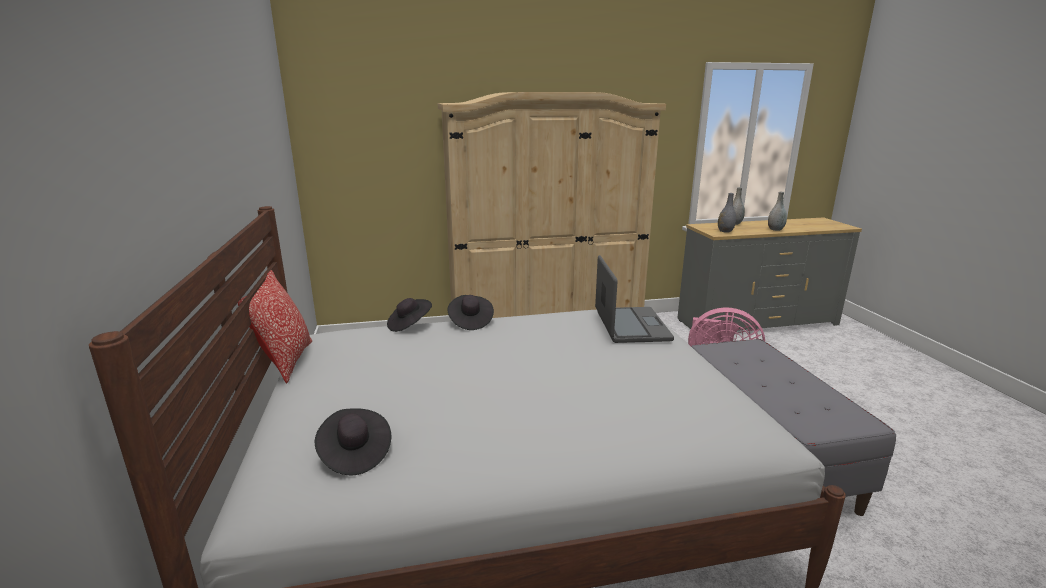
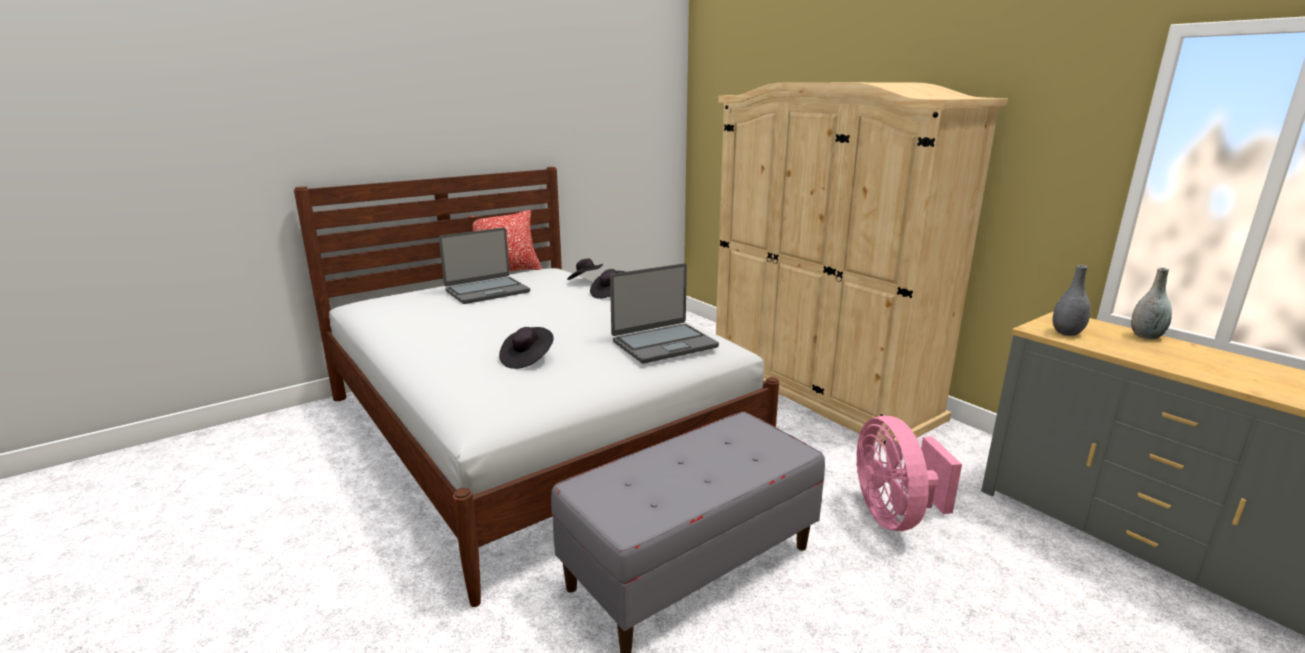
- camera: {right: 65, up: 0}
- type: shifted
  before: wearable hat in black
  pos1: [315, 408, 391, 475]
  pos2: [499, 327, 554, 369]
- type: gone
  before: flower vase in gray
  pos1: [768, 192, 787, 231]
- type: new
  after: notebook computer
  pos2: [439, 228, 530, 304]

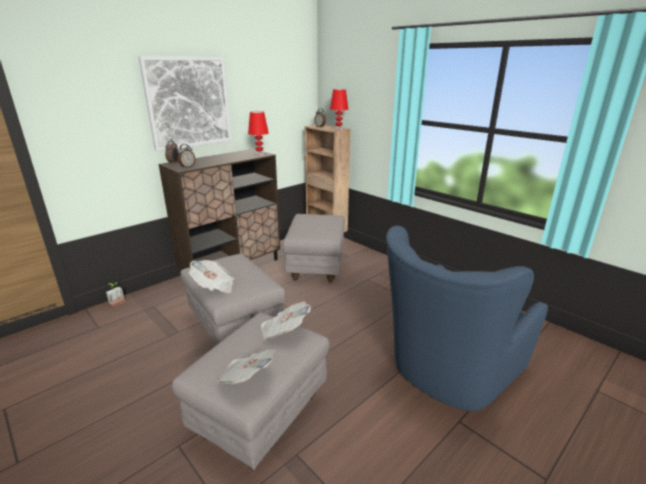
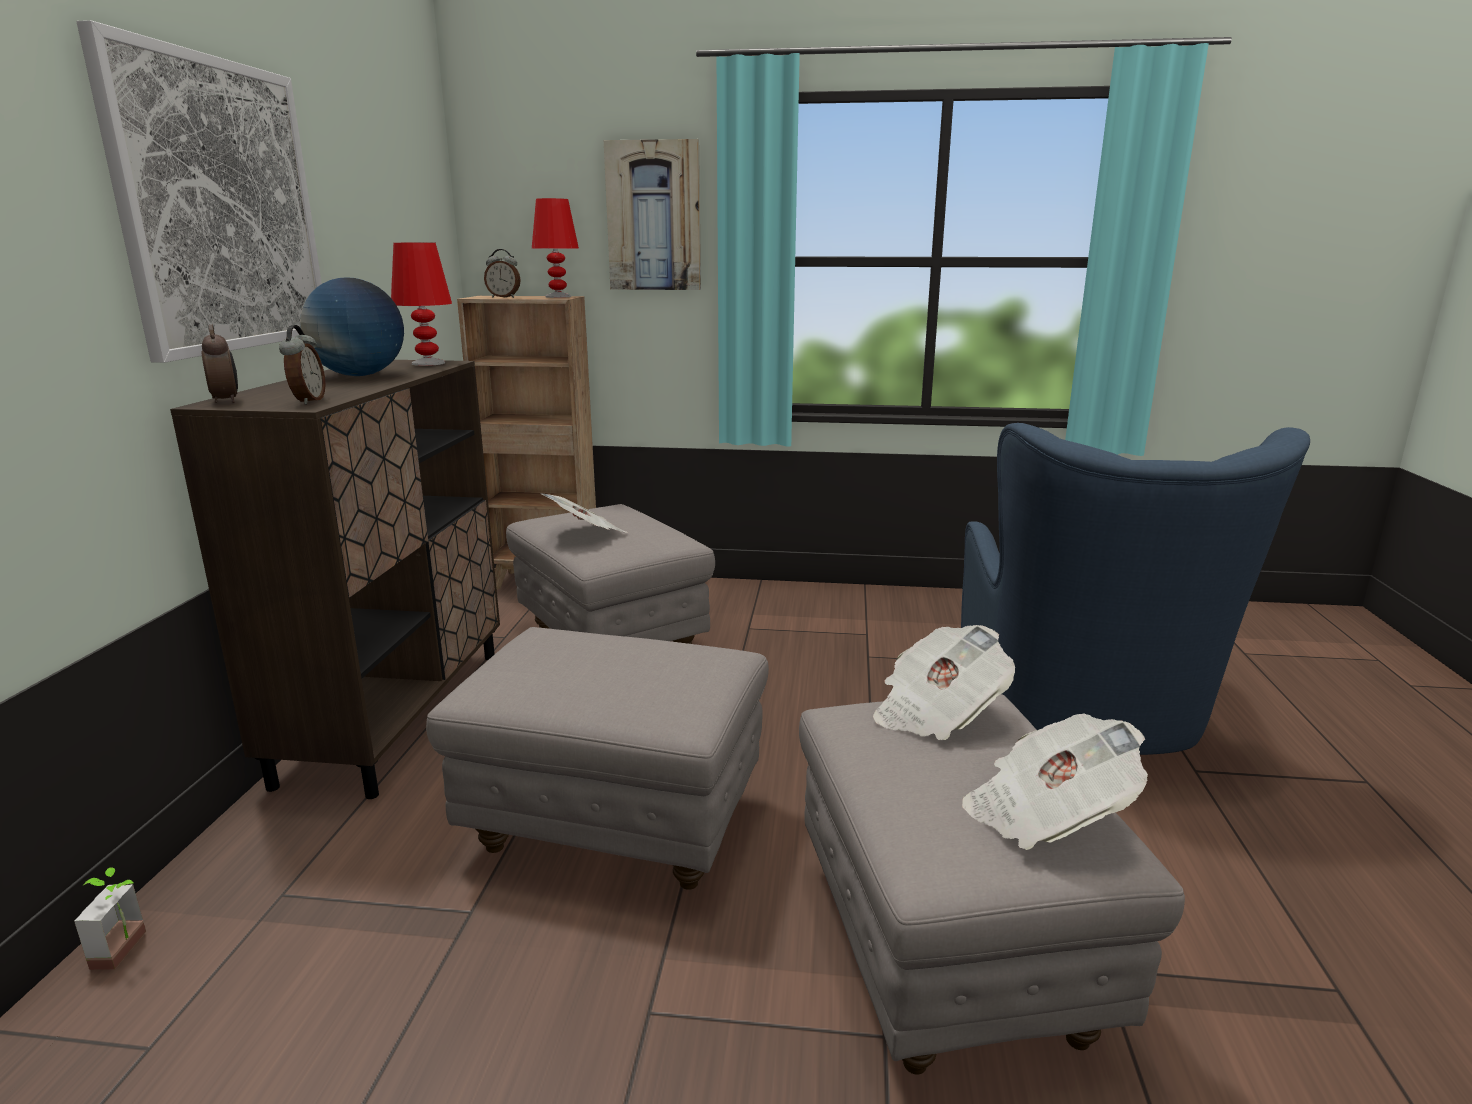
- camera: {right: -40, up: -5}
- type: shifted
  before: printed paper
  pos1: [189, 260, 234, 293]
  pos2: [539, 493, 629, 533]
- type: new
  after: desk globe
  pos2: [300, 277, 404, 376]
- type: new
  after: picture
  pos2: [604, 139, 701, 290]

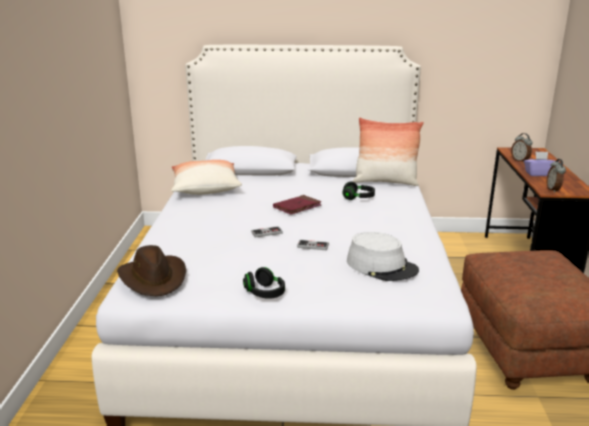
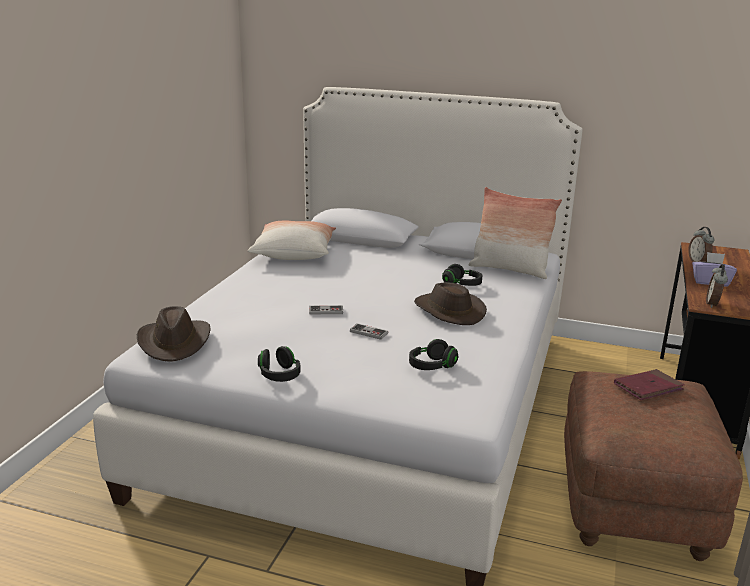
- camera: {right: 15, up: 0}
- type: shifted
  before: book in red
  pos1: [273, 195, 322, 214]
  pos2: [614, 369, 685, 400]
- type: swapped
  before: wearable hat in gray
  after: headphones in black
  pos1: [347, 232, 419, 281]
  pos2: [409, 339, 458, 370]
- type: new
  after: wearable hat in brownish
  pos2: [414, 282, 487, 325]

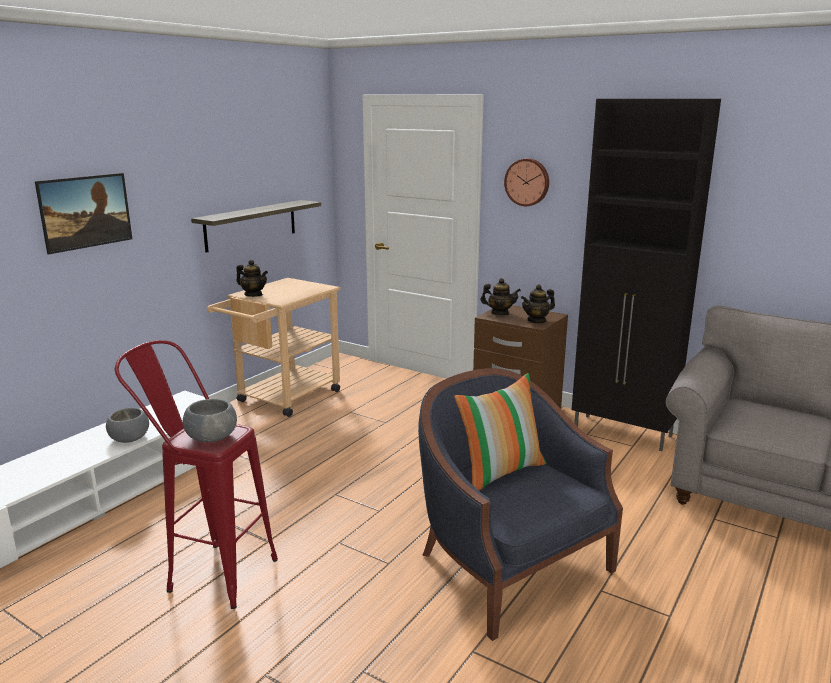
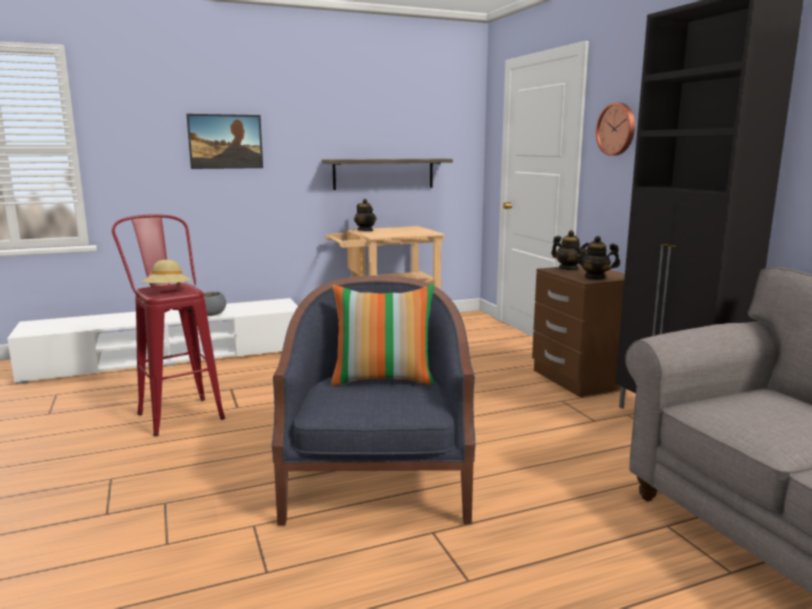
- camera: {right: 35, up: -5}
- type: swapped
  before: serving bowl in gray
  after: wearable hat in beige-coloured
  pos1: [183, 399, 237, 442]
  pos2: [142, 260, 191, 287]

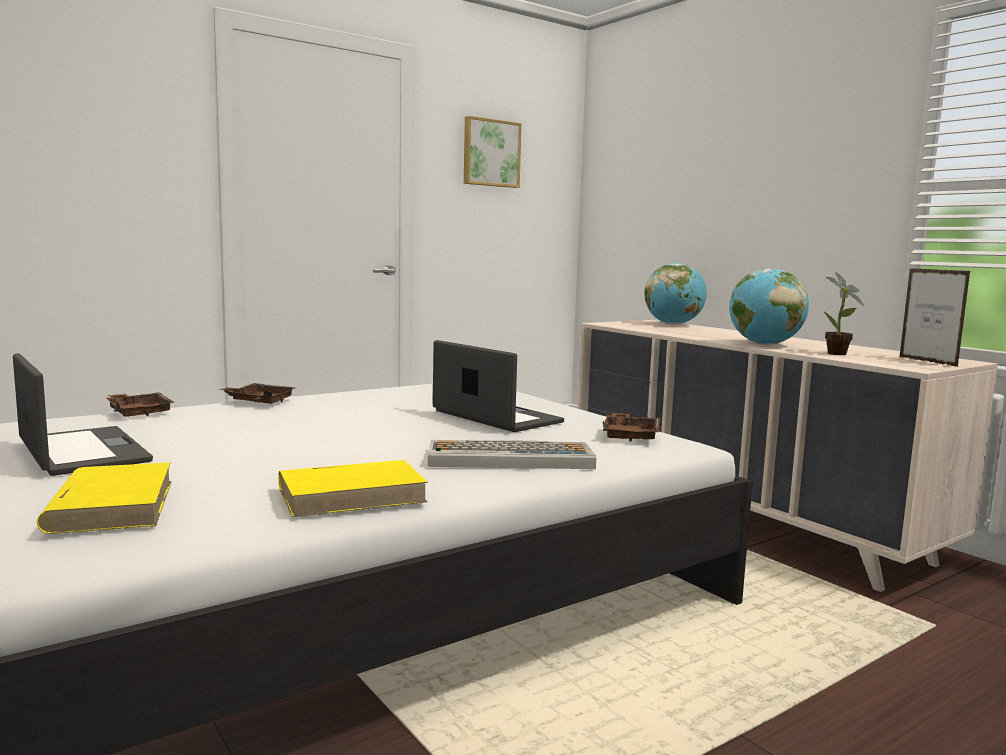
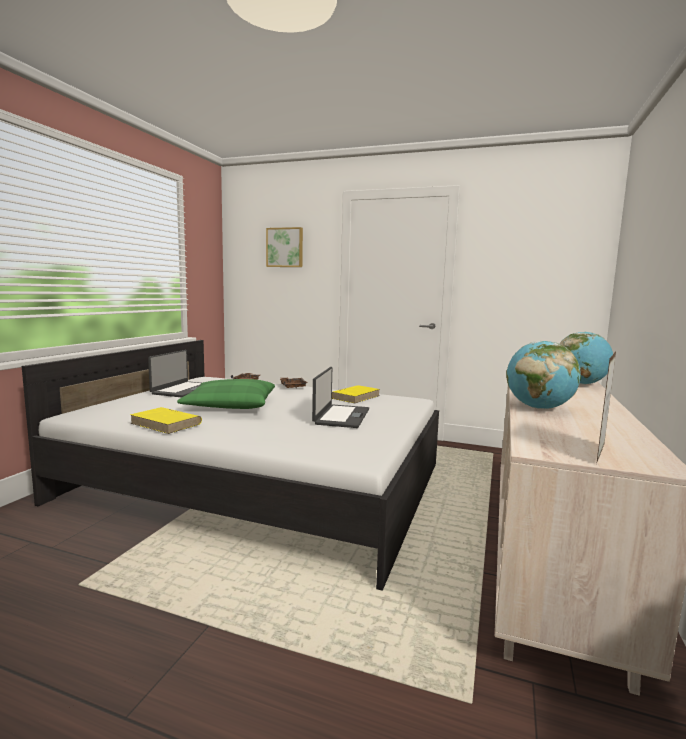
- camera: {right: 55, up: 0}
- type: shifted
  before: book in yellow-coloured
  pos1: [37, 462, 172, 534]
  pos2: [332, 385, 380, 403]
- type: gone
  before: computer keyboard
  pos1: [428, 440, 596, 469]
- type: shifted
  before: picture
  pos1: [464, 116, 522, 188]
  pos2: [266, 227, 303, 267]
- type: gone
  before: serving tray in brownish
  pos1: [603, 413, 660, 442]
- type: gone
  before: potted plant
  pos1: [824, 272, 864, 355]
- type: new
  after: throw pillow in green-coloured
  pos2: [177, 379, 275, 409]

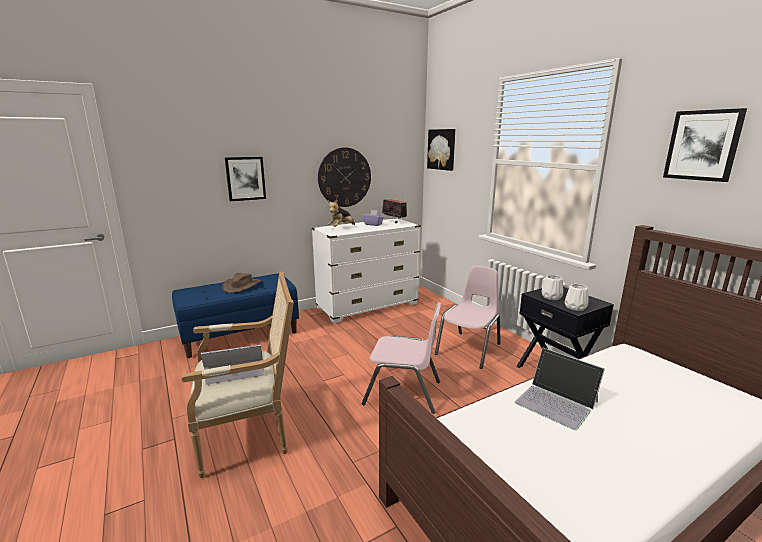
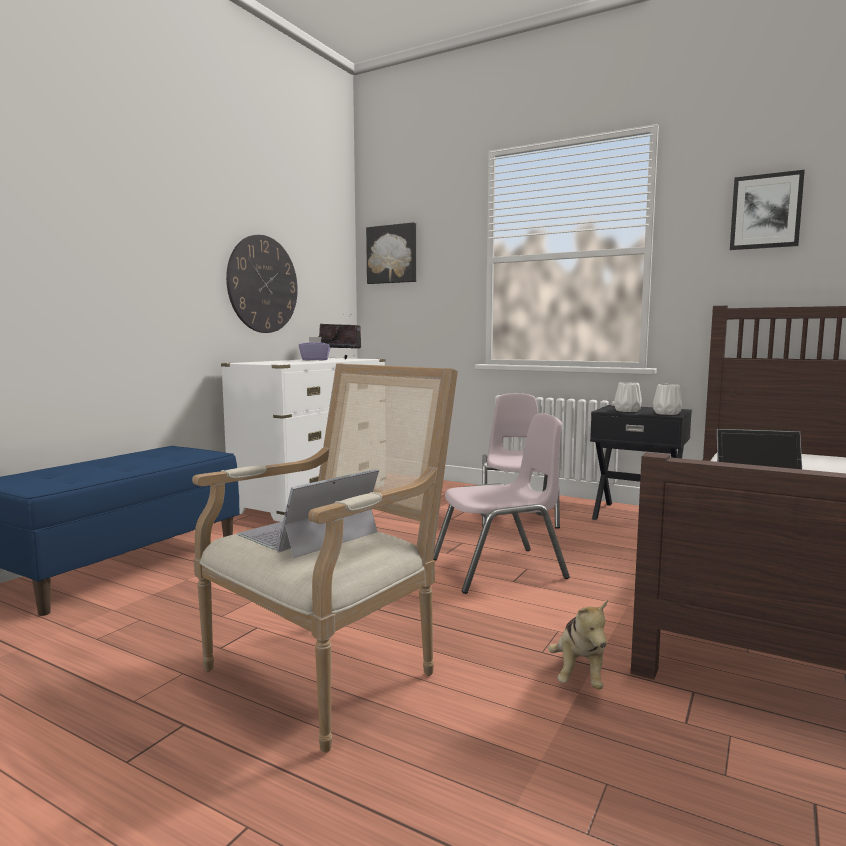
- camera: {right: -30, up: -10}
- type: gone
  before: wearable hat in brownish
  pos1: [222, 273, 261, 293]
- type: gone
  before: picture
  pos1: [225, 157, 266, 201]
- type: shifted
  before: cuddly toy
  pos1: [328, 200, 355, 227]
  pos2: [548, 599, 608, 689]

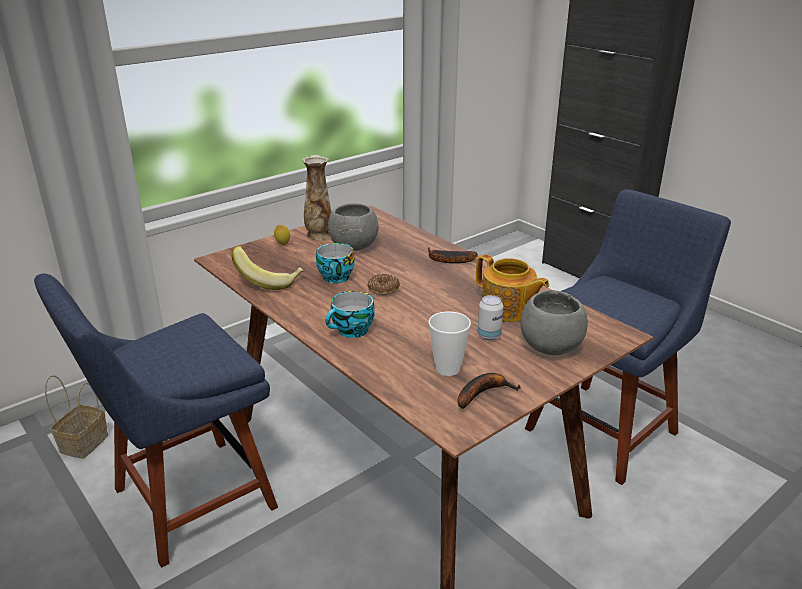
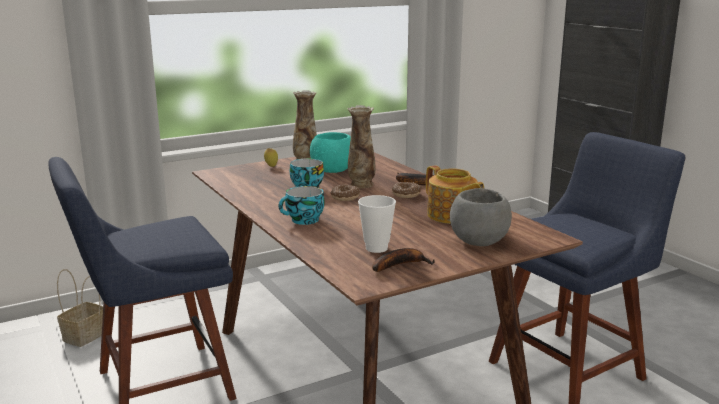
- camera: {right: 10, up: -10}
- type: gone
  before: banana fruit
  pos1: [232, 246, 304, 290]
- type: repainted
  before: serving bowl in gray
  after: serving bowl in blue-green
  pos1: [328, 203, 379, 251]
  pos2: [310, 132, 351, 173]
- type: gone
  before: sealed can
  pos1: [477, 295, 503, 340]
- type: new
  after: flower vase
  pos2: [347, 105, 375, 188]
- type: new
  after: doughnut
  pos2: [392, 182, 421, 198]

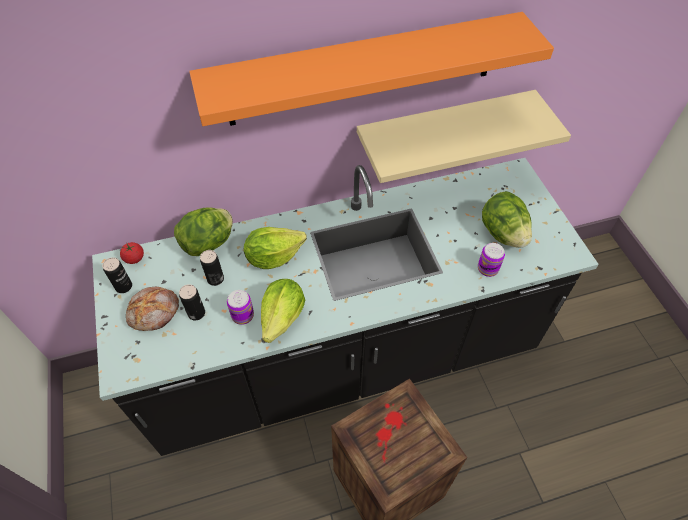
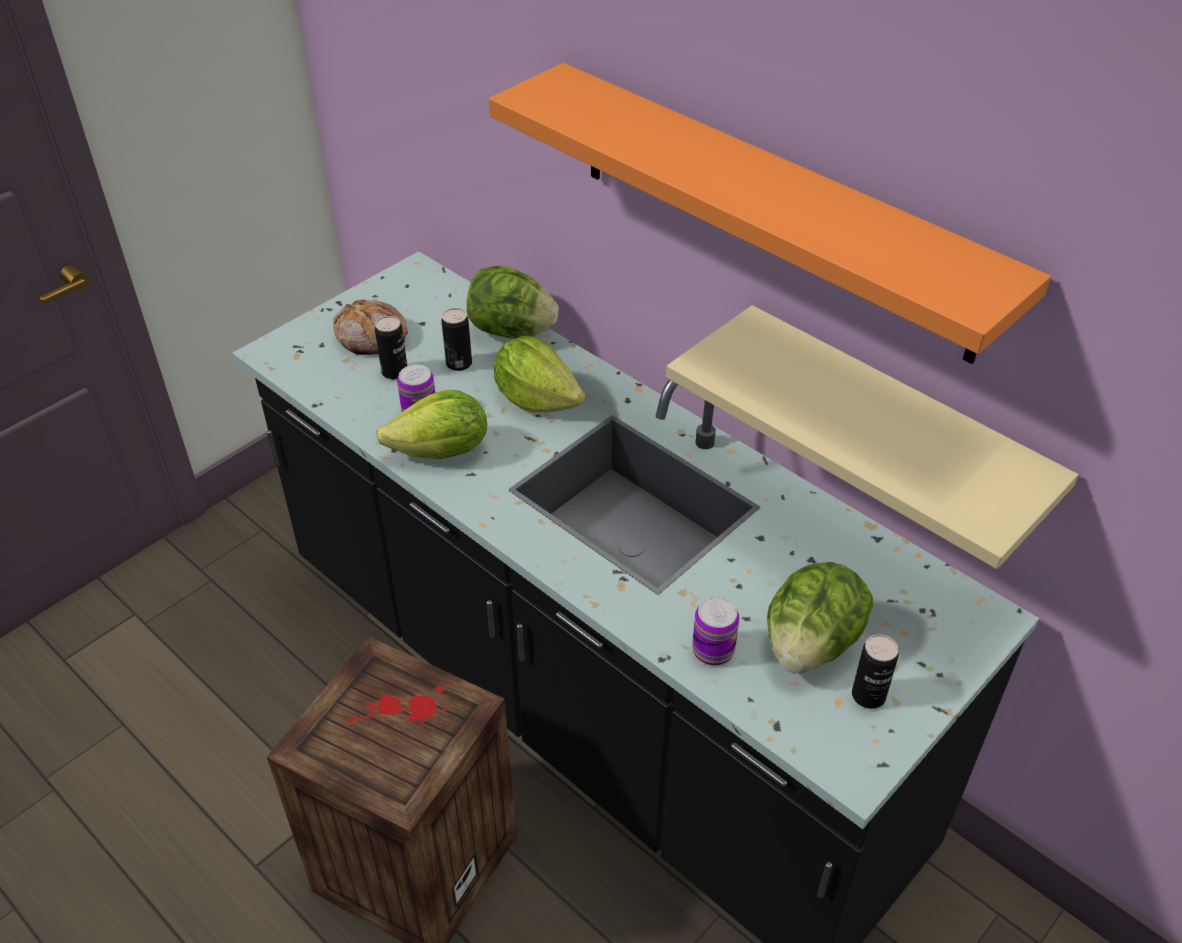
- camera: {right: 60, up: -10}
- type: shifted
  before: sealed can
  pos1: [102, 257, 132, 293]
  pos2: [852, 634, 899, 709]
- type: gone
  before: fresh tomato
  pos1: [120, 242, 144, 264]

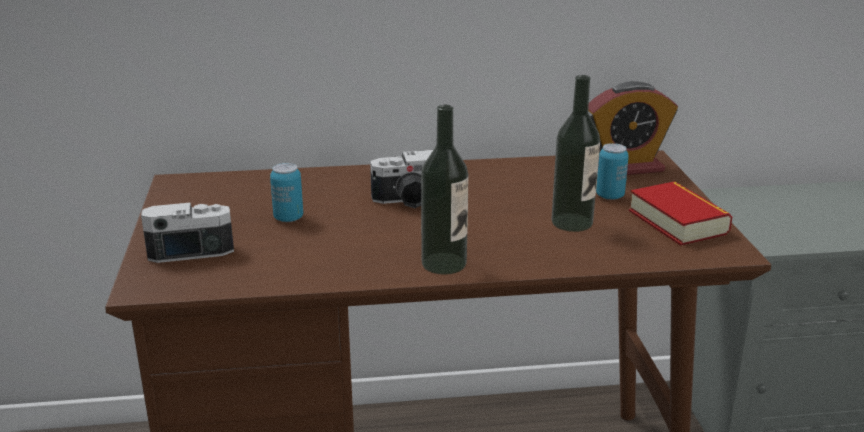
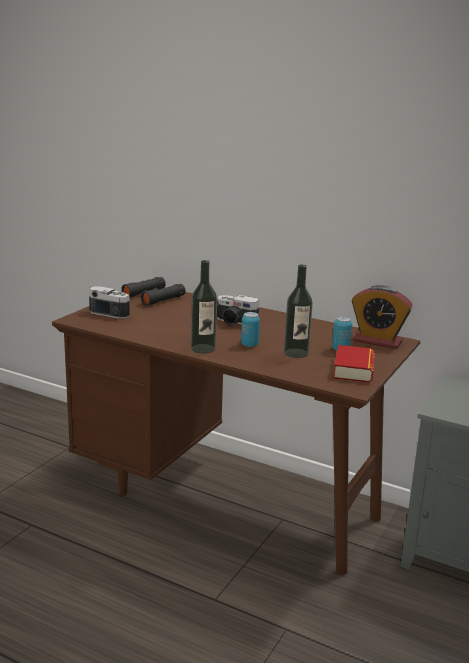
- camera: {right: 35, up: -5}
- type: shifted
  before: sealed can
  pos1: [270, 163, 303, 222]
  pos2: [241, 312, 260, 347]
- type: new
  after: pair of binoculars in black
  pos2: [121, 277, 185, 306]

